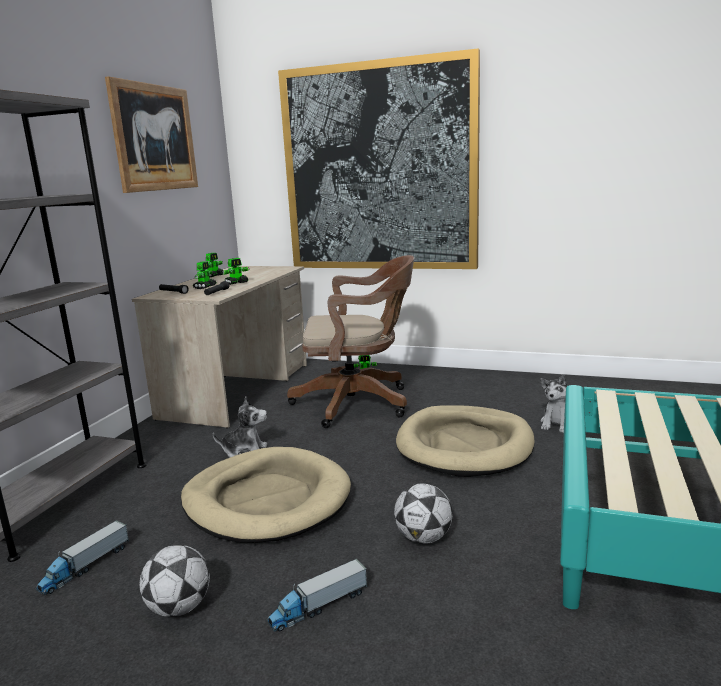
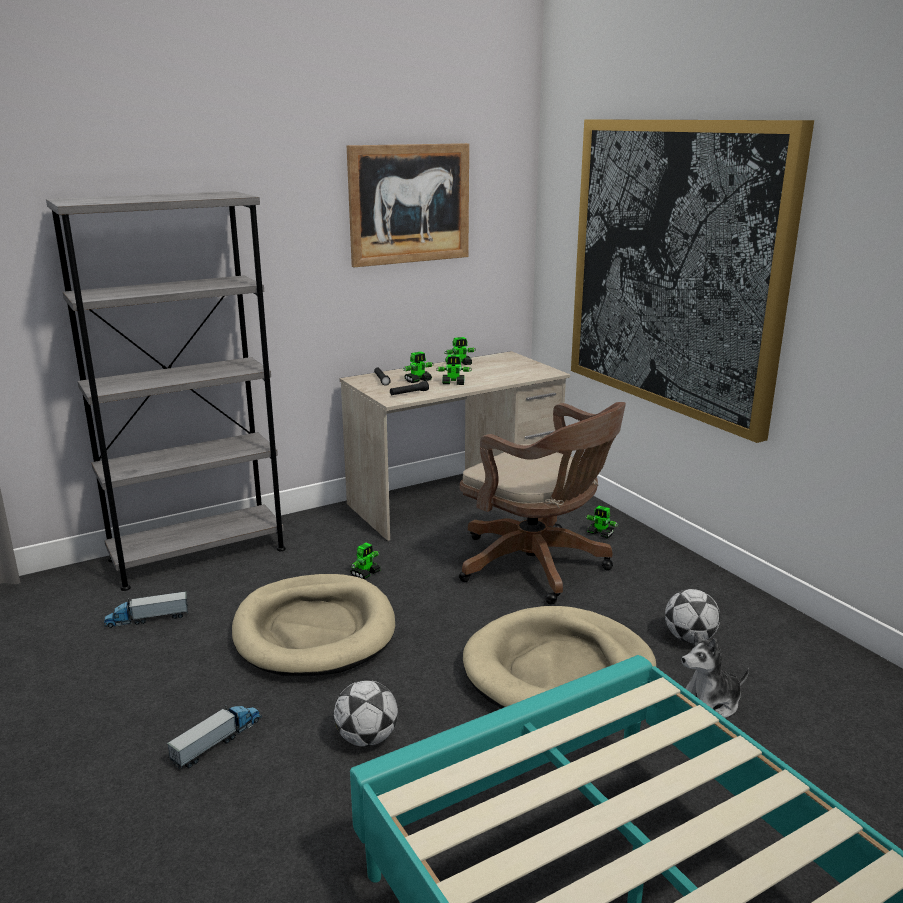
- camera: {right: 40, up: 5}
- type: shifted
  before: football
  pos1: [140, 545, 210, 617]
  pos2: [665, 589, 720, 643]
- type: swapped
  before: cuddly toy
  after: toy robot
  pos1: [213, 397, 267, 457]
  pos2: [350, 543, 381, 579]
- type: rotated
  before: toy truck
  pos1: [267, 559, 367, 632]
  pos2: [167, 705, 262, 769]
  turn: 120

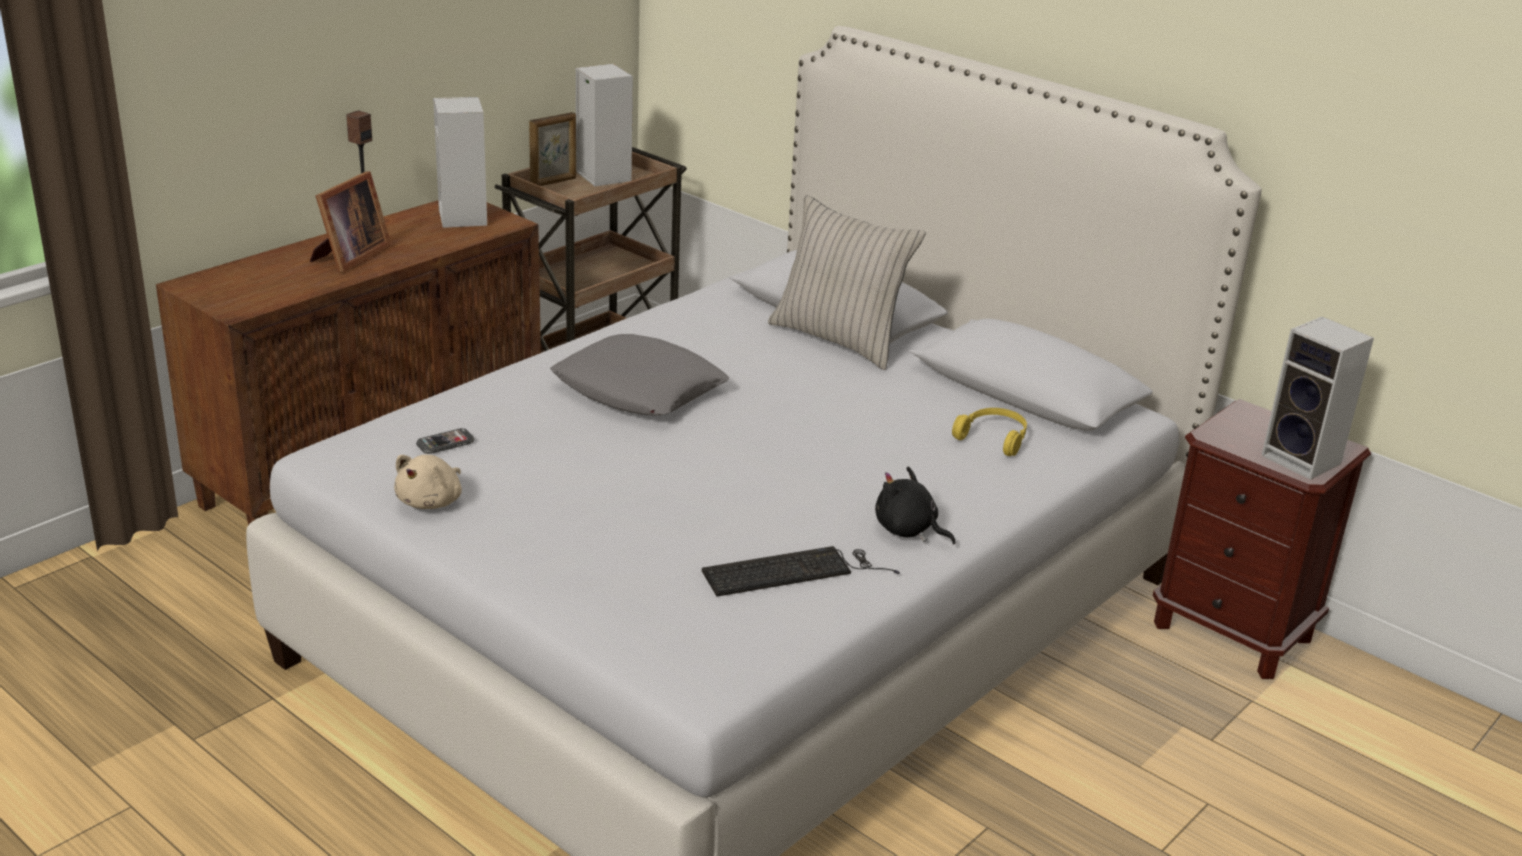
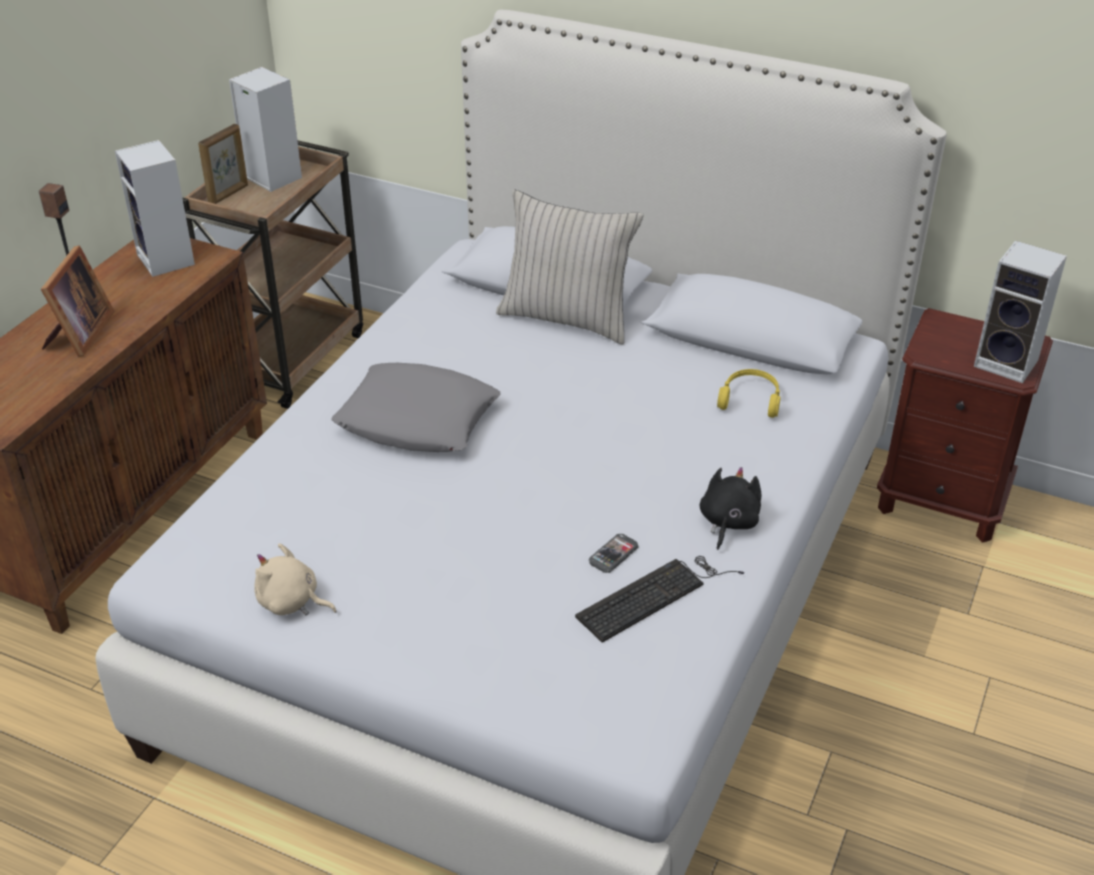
- camera: {right: -15, up: 10}
- type: rotated
  before: cuddly toy in beige-coloured
  pos1: [394, 455, 462, 509]
  pos2: [254, 543, 337, 616]
  turn: 105
- type: shifted
  before: phone
  pos1: [416, 428, 474, 454]
  pos2: [589, 534, 639, 573]
- type: rotated
  before: cuddly toy in black
  pos1: [875, 466, 955, 544]
  pos2: [700, 467, 761, 550]
  turn: 90

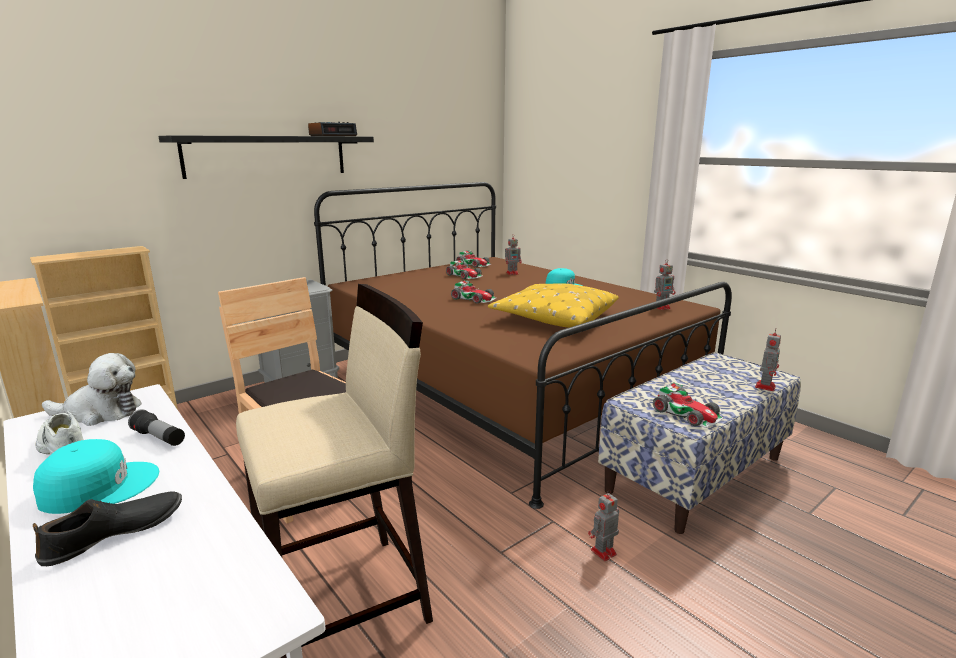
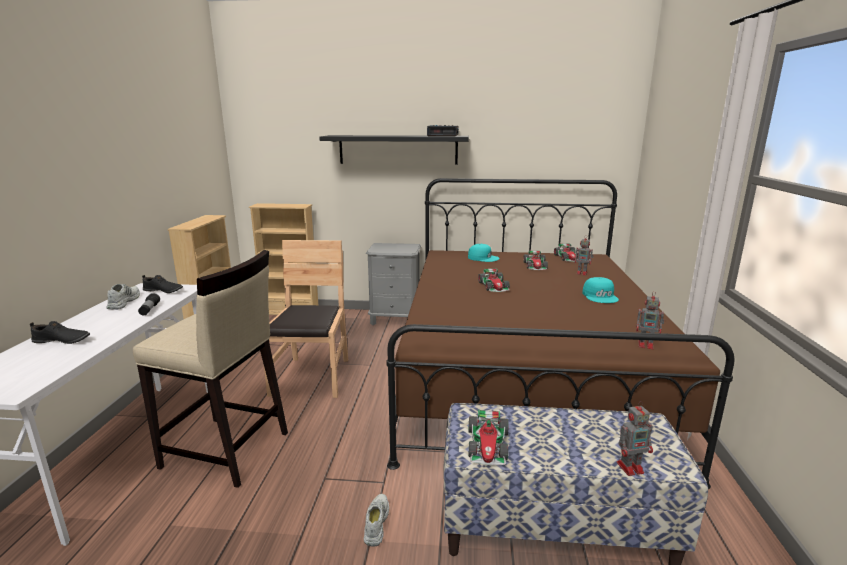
- camera: {right: 45, up: 0}
- type: shifted
  before: peaked cap in blue-green
  pos1: [33, 439, 159, 514]
  pos2: [468, 244, 500, 262]
- type: swapped
  before: cuddly toy
  after: shoe in black
  pos1: [42, 353, 142, 426]
  pos2: [142, 275, 183, 293]
- type: gone
  before: throw pillow in yellow-coloured
  pos1: [488, 283, 619, 328]
- type: swapped
  before: toy robot
  after: shoe in whitish
  pos1: [588, 490, 619, 561]
  pos2: [364, 494, 389, 546]

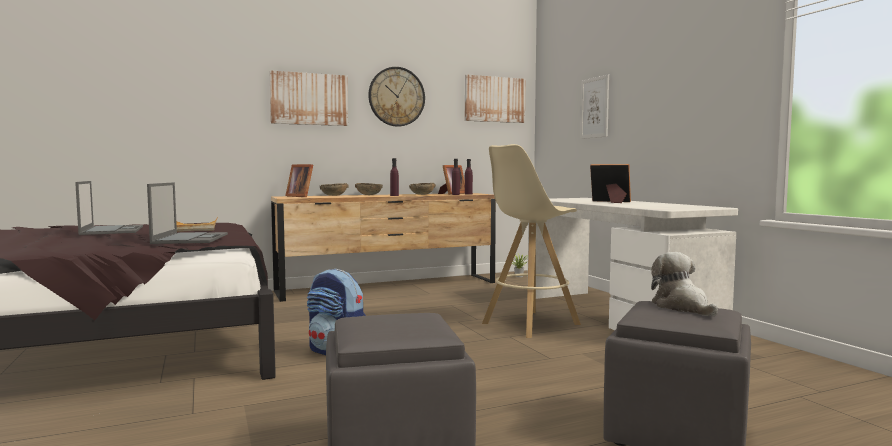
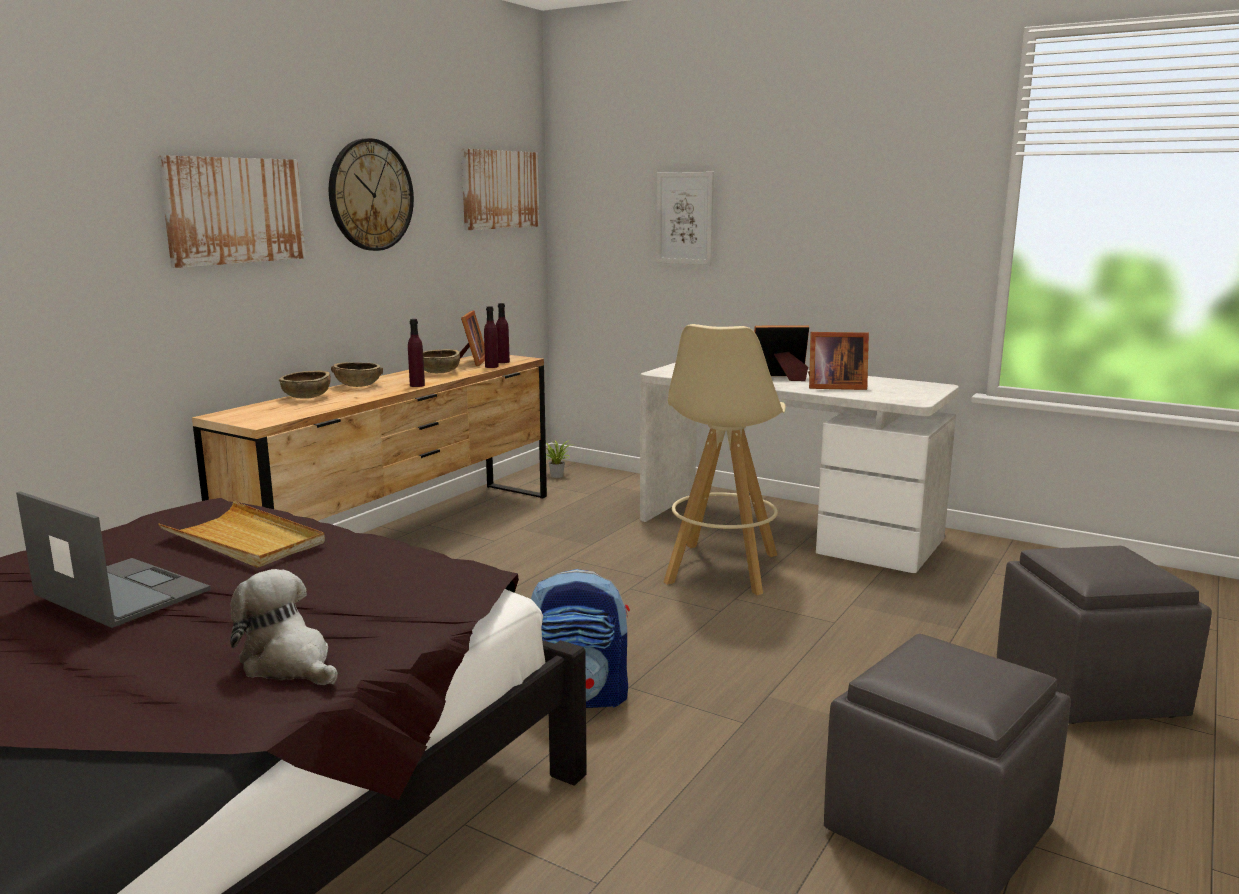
- camera: {right: -35, up: 10}
- type: gone
  before: notebook computer
  pos1: [147, 182, 228, 244]
- type: shifted
  before: standing frame
  pos1: [285, 164, 313, 197]
  pos2: [808, 332, 869, 390]
- type: shifted
  before: cuddly toy
  pos1: [651, 252, 718, 317]
  pos2: [230, 569, 338, 685]

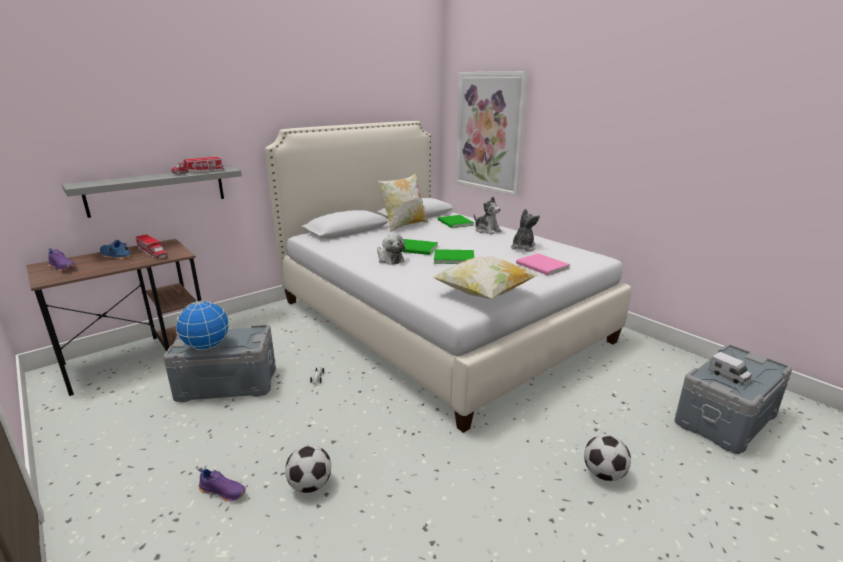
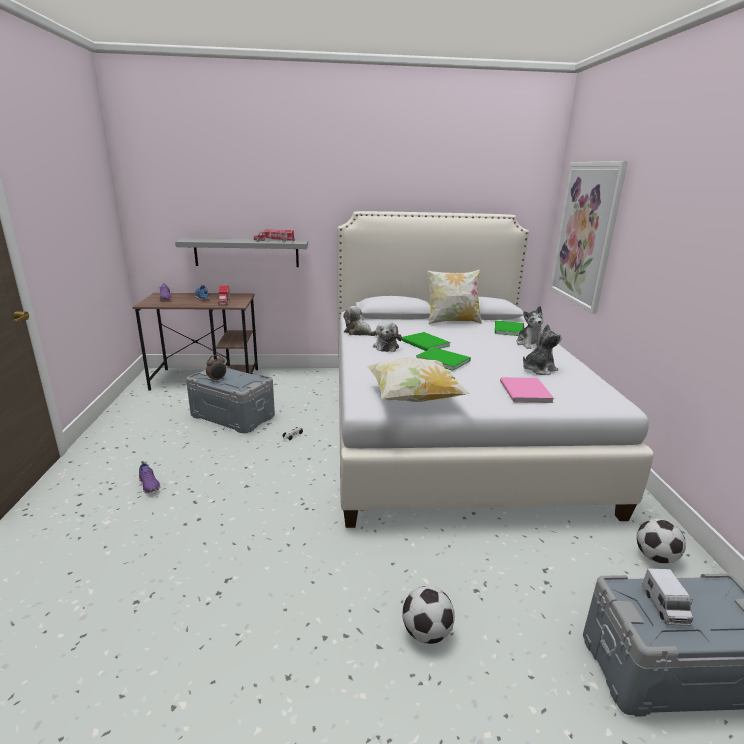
- camera: {right: 35, up: 0}
- type: swapped
  before: desk globe
  after: alarm clock
  pos1: [176, 301, 229, 350]
  pos2: [206, 355, 226, 382]
- type: shifted
  before: football
  pos1: [285, 445, 331, 493]
  pos2: [636, 519, 686, 564]
- type: new
  after: cuddly toy
  pos2: [343, 306, 377, 336]

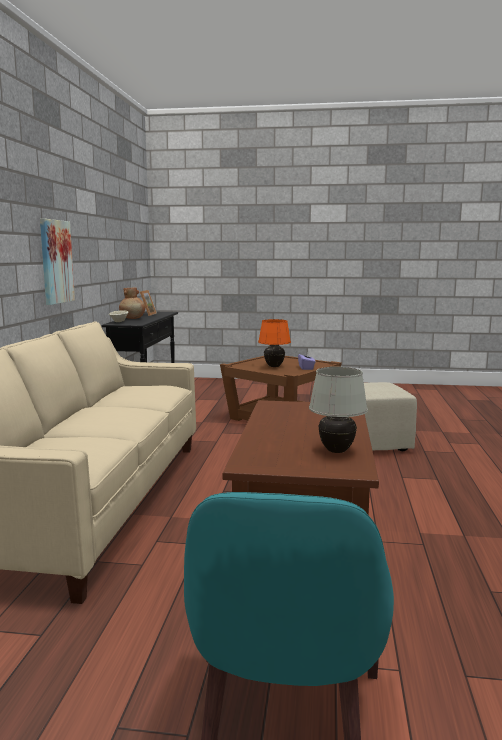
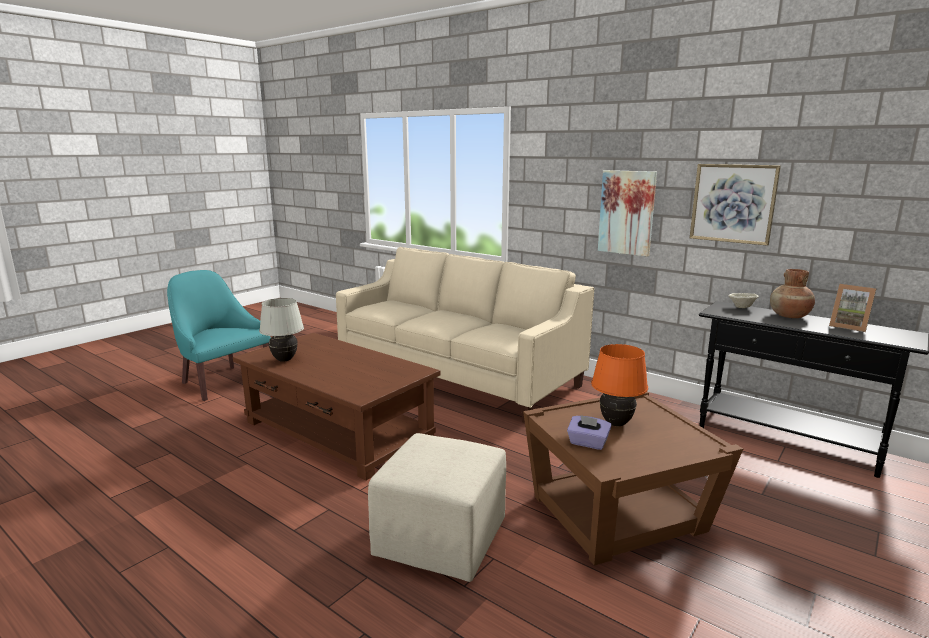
- camera: {right: 120, up: 5}
- type: new
  after: picture
  pos2: [690, 164, 781, 246]

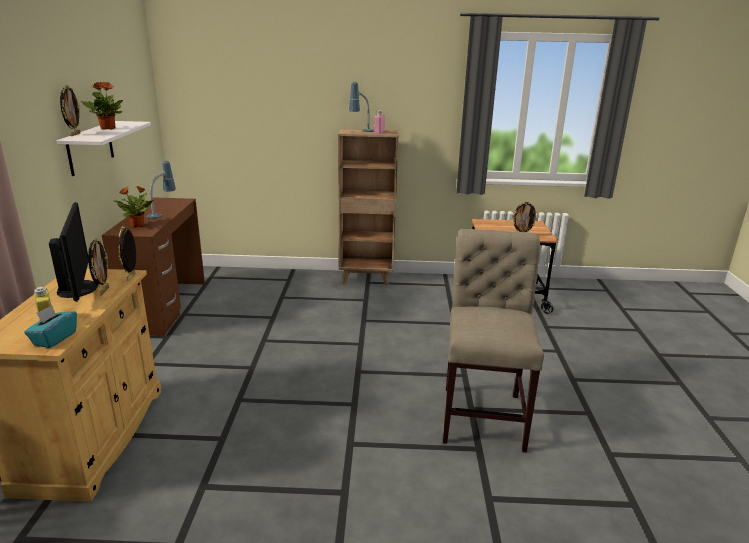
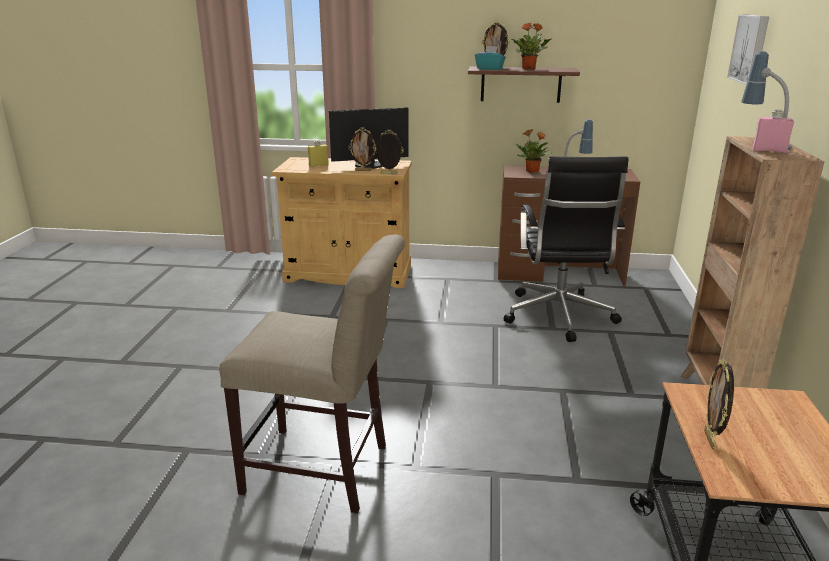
- camera: {right: 95, up: 0}
- type: shifted
  before: tissue box in blue-green
  pos1: [24, 305, 77, 348]
  pos2: [475, 46, 506, 70]
- type: repainted
  before: shelf in whitish
  after: shelf in brownish
  pos1: [57, 121, 151, 176]
  pos2: [468, 66, 580, 103]
- type: new
  after: office chair in black
  pos2: [504, 156, 628, 342]
- type: new
  after: picture
  pos2: [727, 14, 769, 85]

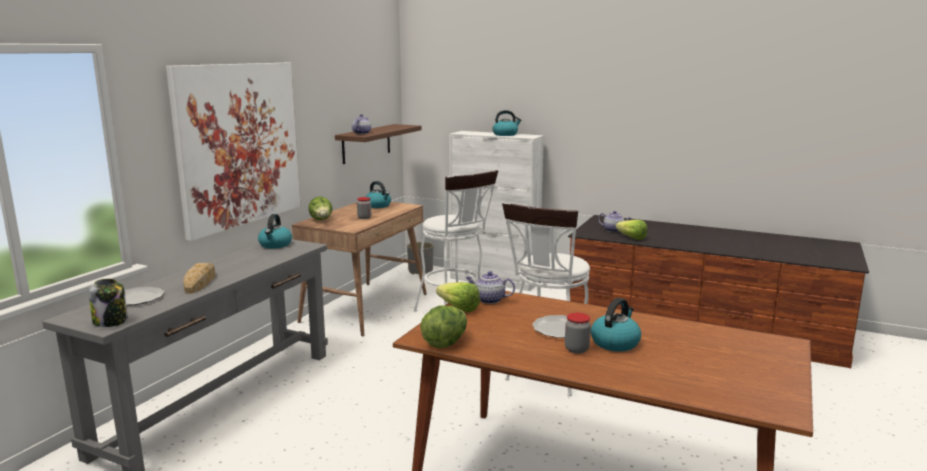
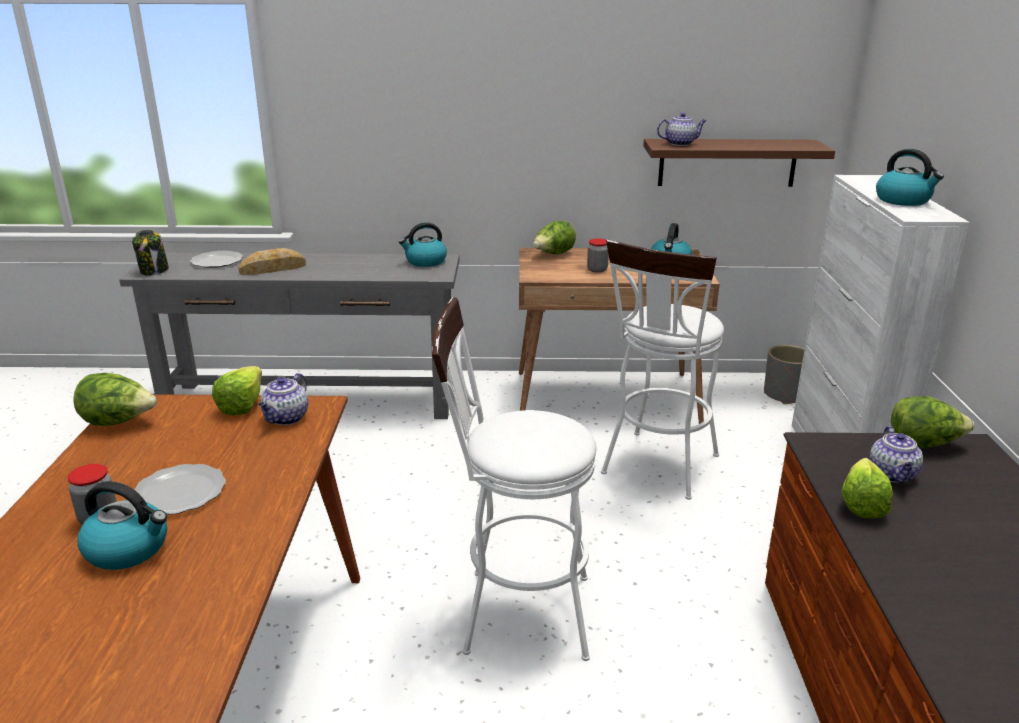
- camera: {right: 65, up: 10}
- type: gone
  before: picture
  pos1: [166, 63, 300, 241]
- type: rotated
  before: tea pot
  pos1: [466, 271, 515, 304]
  pos2: [258, 373, 308, 425]
  turn: -150
- type: new
  after: head of lettuce
  pos2: [891, 396, 974, 448]

